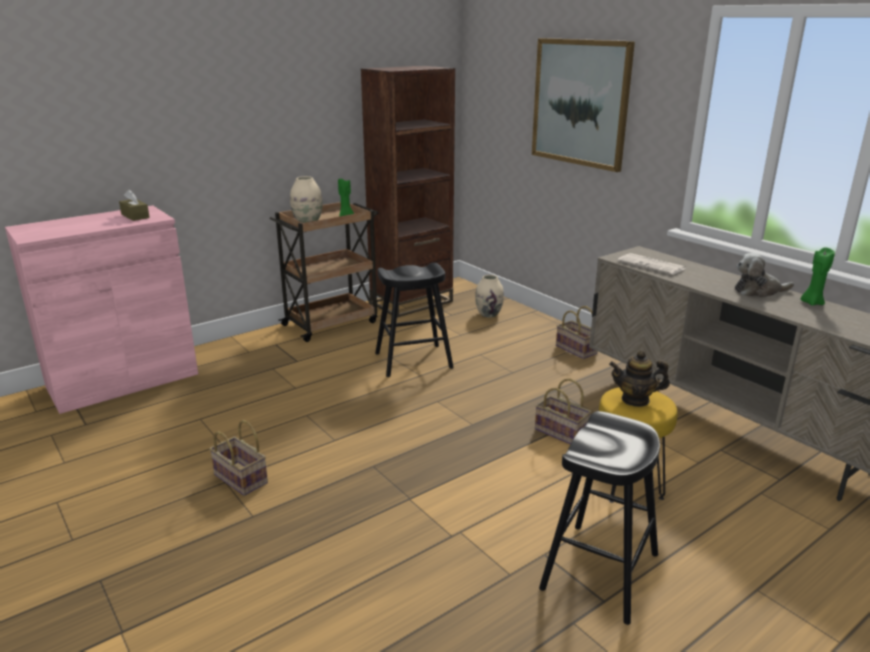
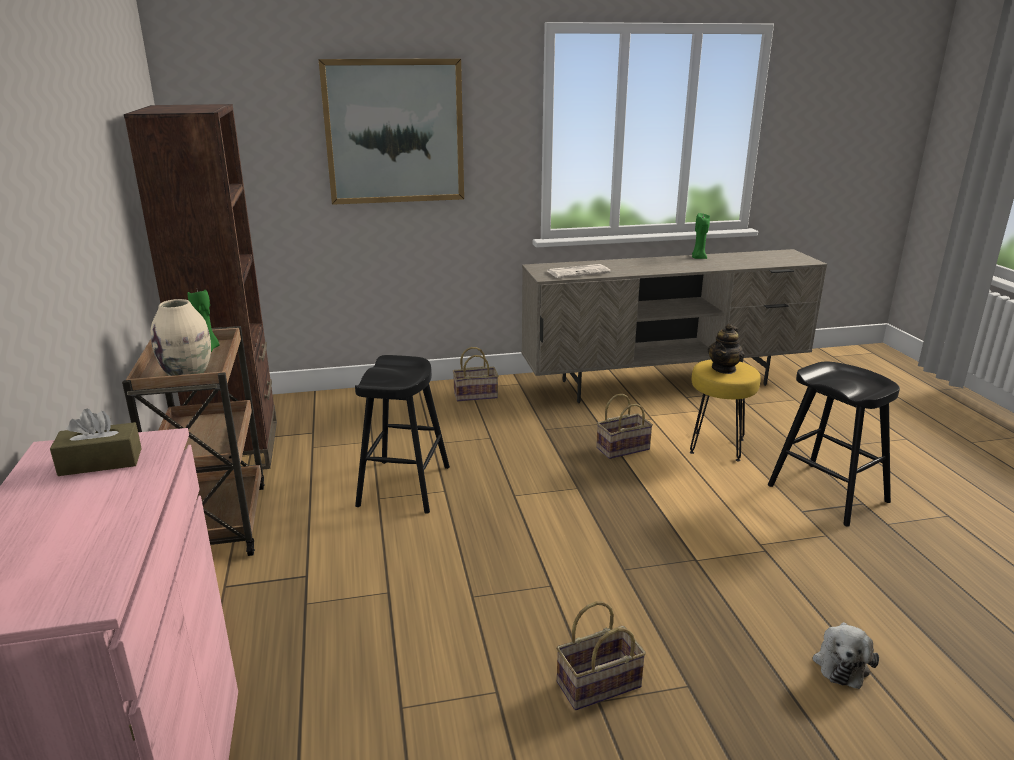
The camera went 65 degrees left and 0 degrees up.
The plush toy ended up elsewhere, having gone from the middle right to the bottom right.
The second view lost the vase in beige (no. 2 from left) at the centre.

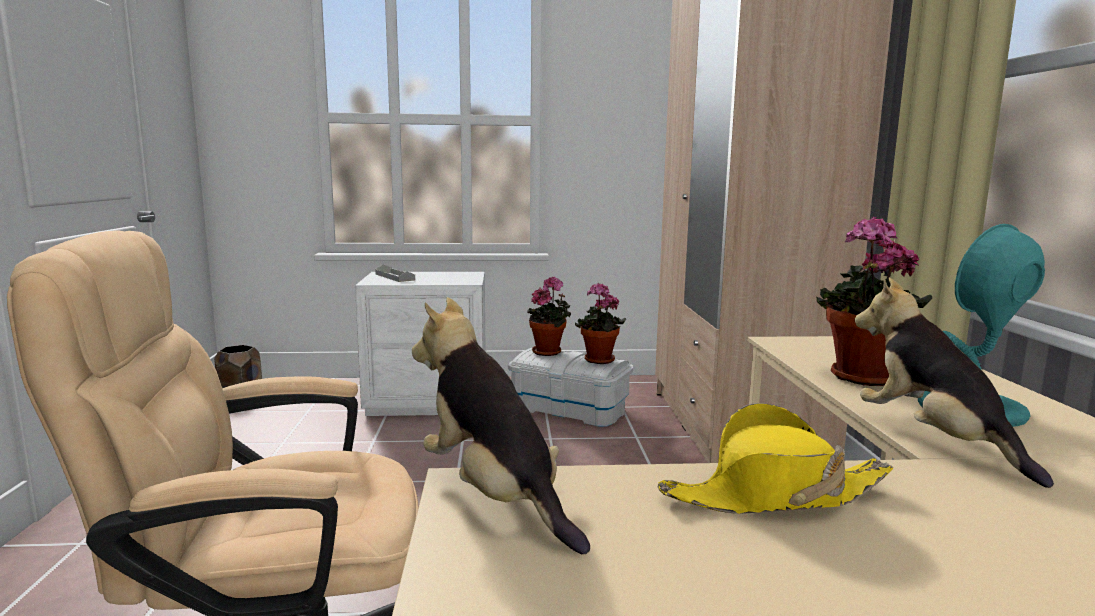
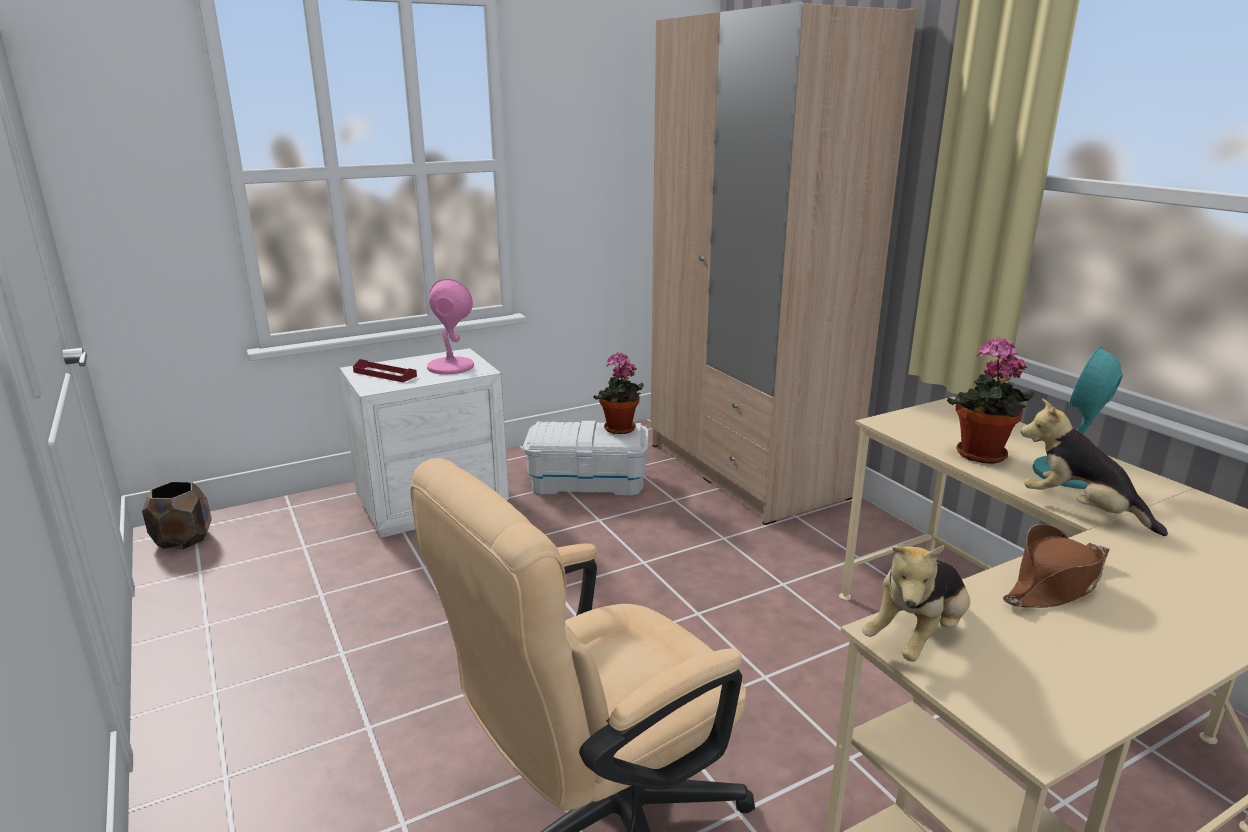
The camera went 25 degrees left and 10 degrees up.
What was the tray in grey at the centre turned into the tray in red at the middle left.
The second view gained the table lamp in pink at the centre.
The plush toy (no. 1 from left) at the bottom centre ended up facing another way, 75 degrees counterclockwise from before.
What was the hat in yellow at the bottom right turned into the hat in brown at the bottom right.
The second view lost the potted plant (no. 1 from left) at the centre.

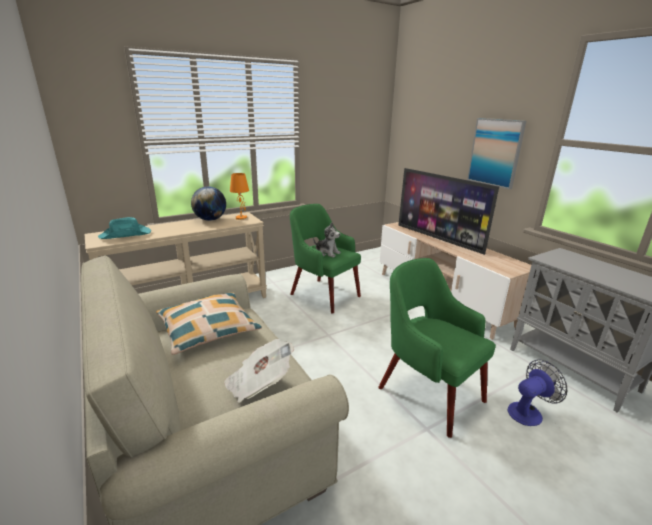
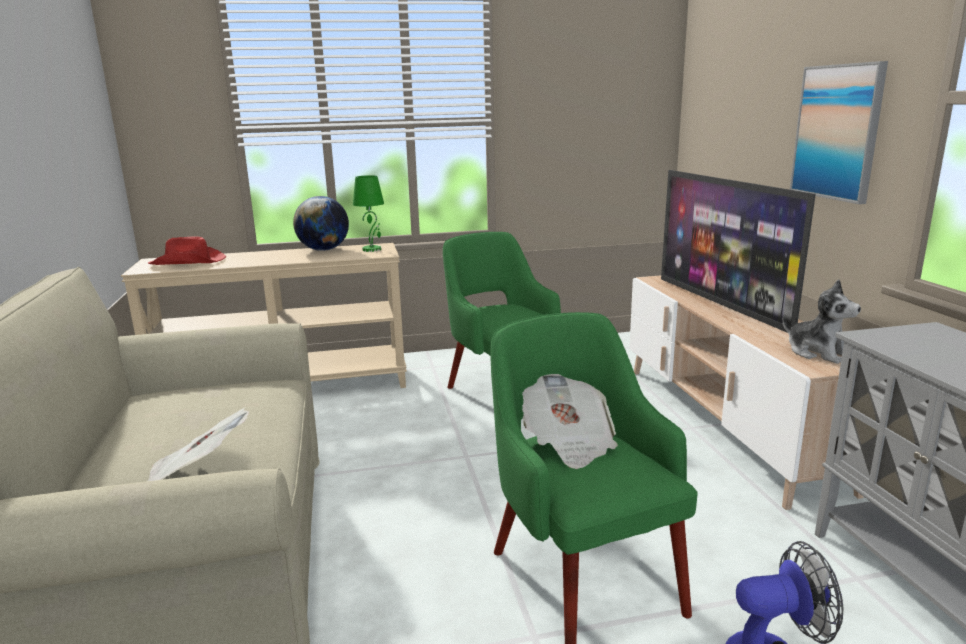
The camera went 20 degrees right and 5 degrees down.
What was the hat in turquoise at the middle left turned into the hat in red at the middle left.
What was the table lamp in orange at the centre turned into the table lamp in green at the top centre.
The second view gained the newspaper (no. 2 from left) at the centre.
The plush toy ended up elsewhere, having gone from the centre to the middle right.
The second view lost the pillow at the middle left.

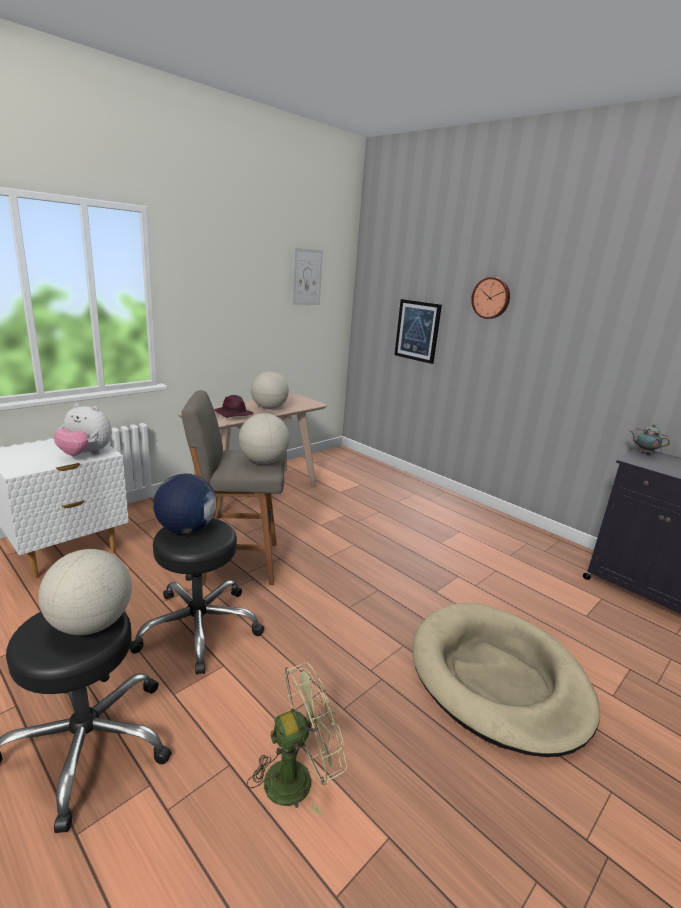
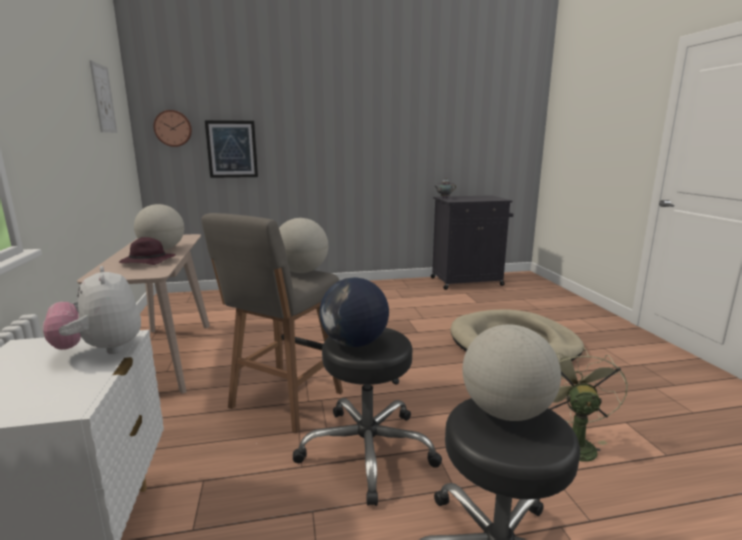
The camera went 55 degrees left and 5 degrees down.
The plush toy at the middle left ended up facing another way, 105 degrees clockwise from before.
The wall clock ended up elsewhere, having gone from the top right to the top left.

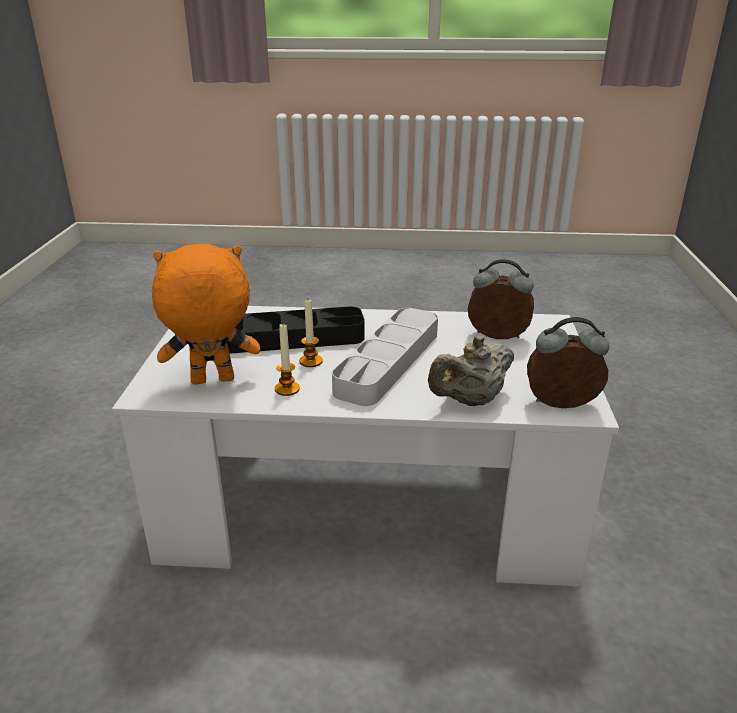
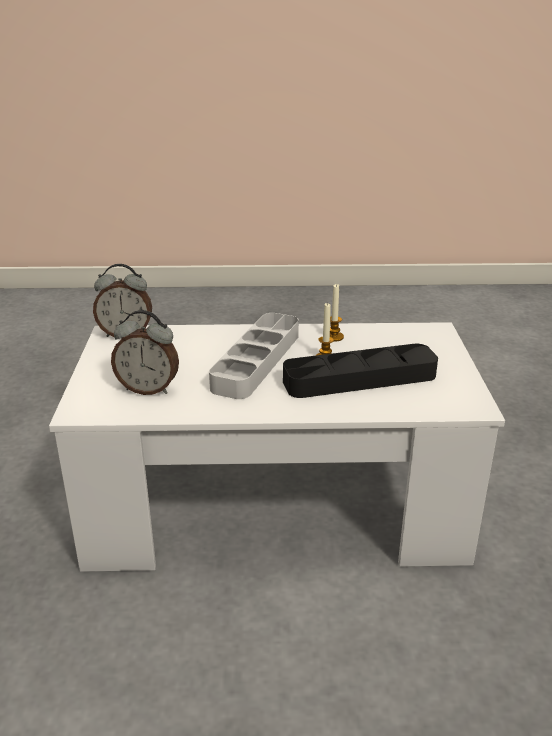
The camera went 175 degrees right and 0 degrees up.
The second view lost the plush toy in orange at the middle left.
The second view lost the teapot in beige at the centre.

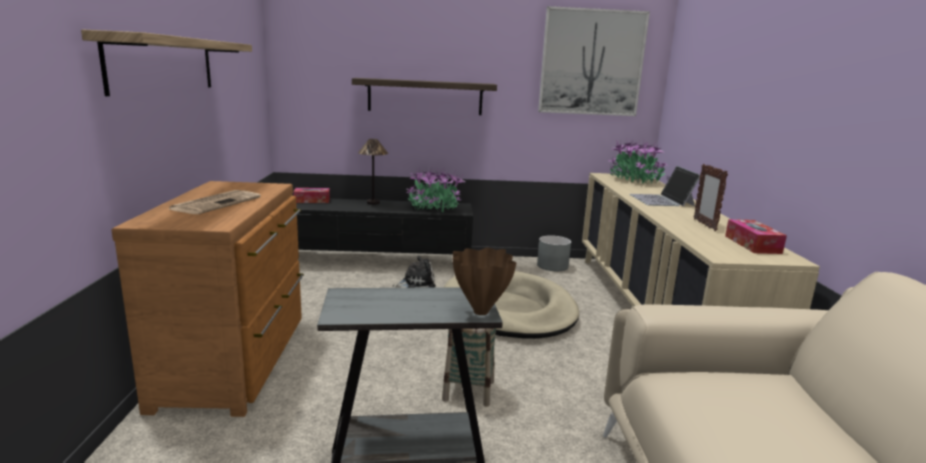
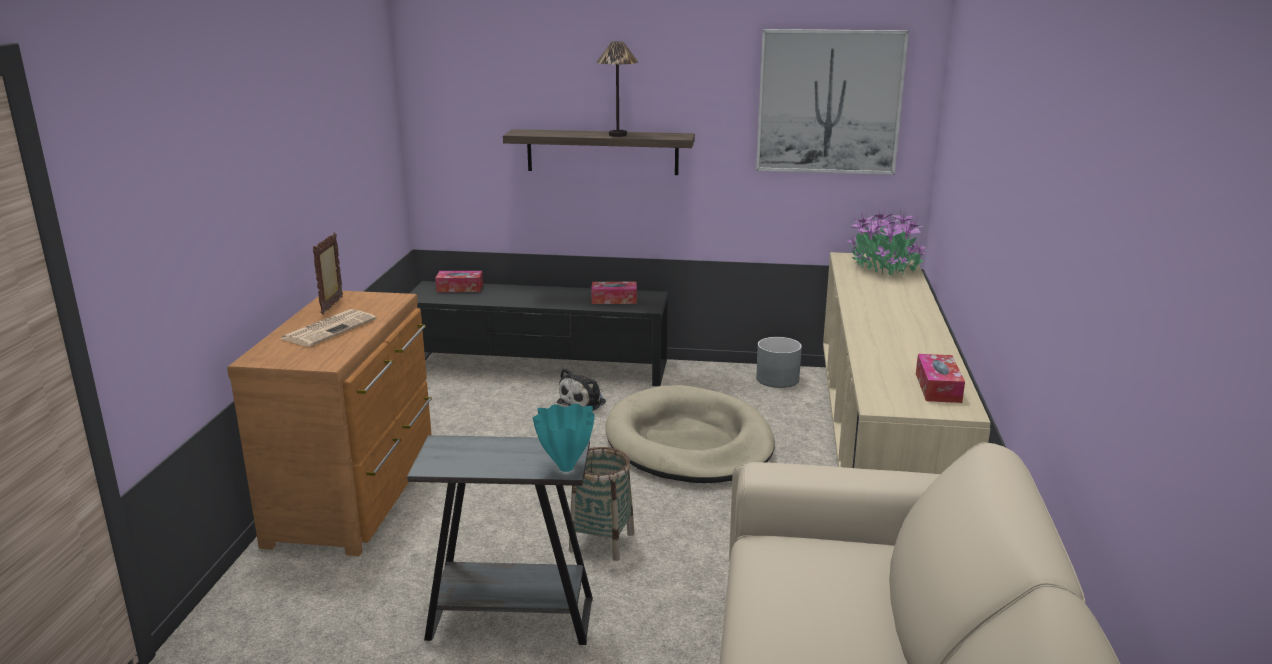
The camera went 10 degrees right and 5 degrees up.
The picture frame ended up elsewhere, having gone from the middle right to the middle left.
What was the vase in brown at the centre turned into the vase in turquoise at the centre.
The plush toy at the centre ended up facing another way, 135 degrees clockwise from before.
Where the potted plant (no. 1 from left) stood at the centre, the tissue box (no. 2 from left) came to stand at the centre.
The table lamp ended up elsewhere, having gone from the centre to the top centre.
The second view lost the shelf (no. 1 from left) at the top left.
The second view lost the laptop at the middle right.

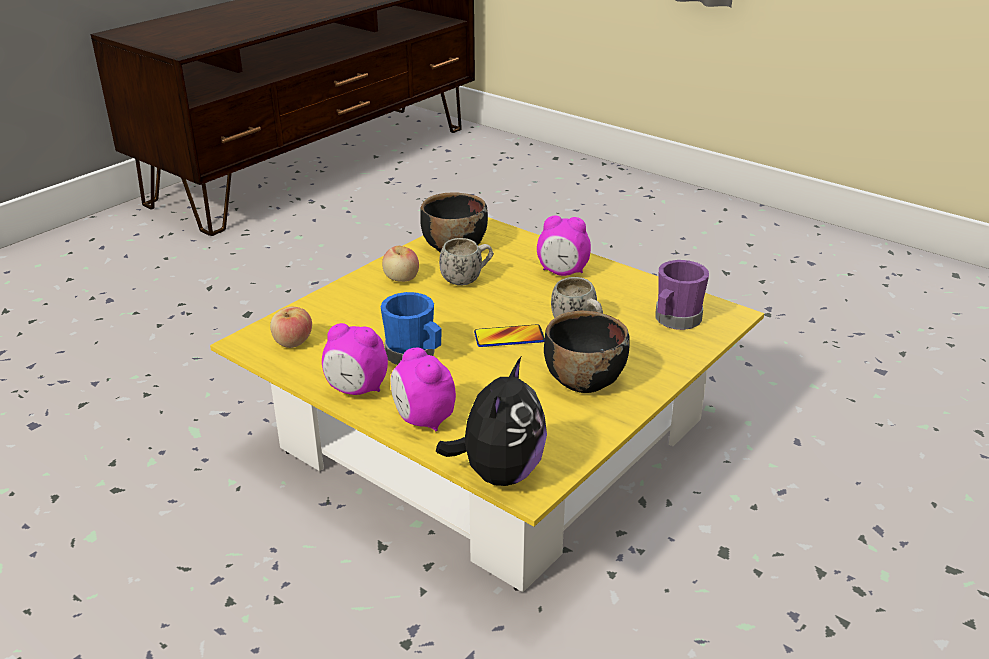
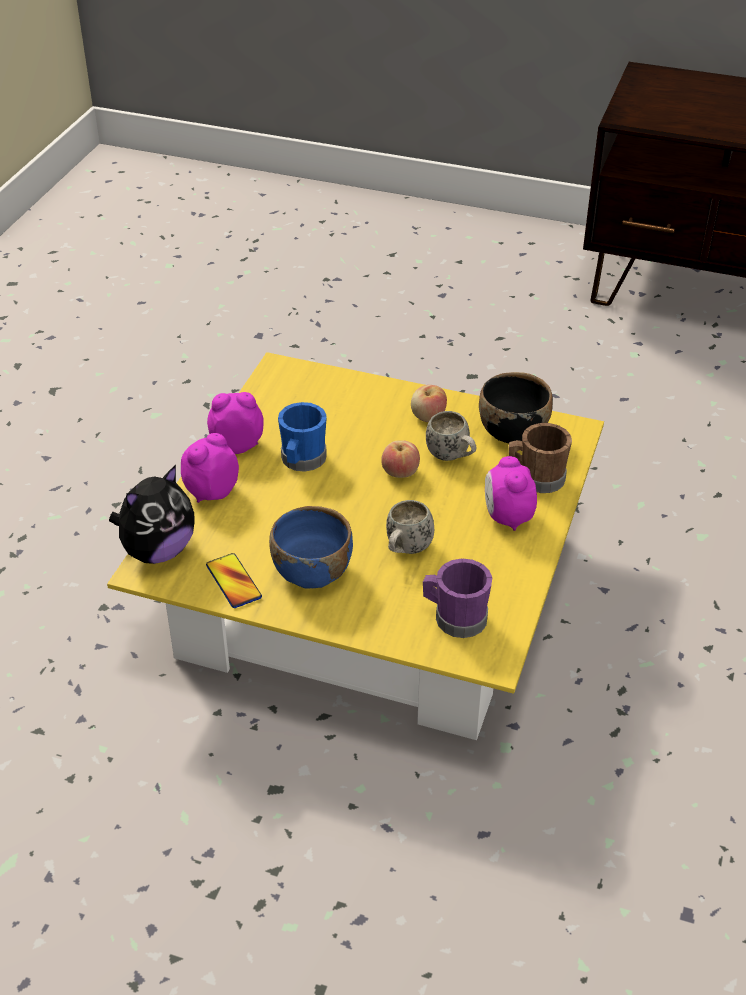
The camera went 70 degrees right and 10 degrees up.
The plush toy at the centre ended up facing another way, 45 degrees counterclockwise from before.
The phone ended up elsewhere, having gone from the centre to the middle left.
The alarm clock (no. 1 from left in the first image) at the centre ended up facing another way, 90 degrees clockwise from before.
What was the bowl in black (no. 2 from left) at the centre turned into the bowl in blue at the centre.
The apple (no. 1 from left) ended up elsewhere, having gone from the middle left to the centre.
The second view gained the mug in brown at the middle right.

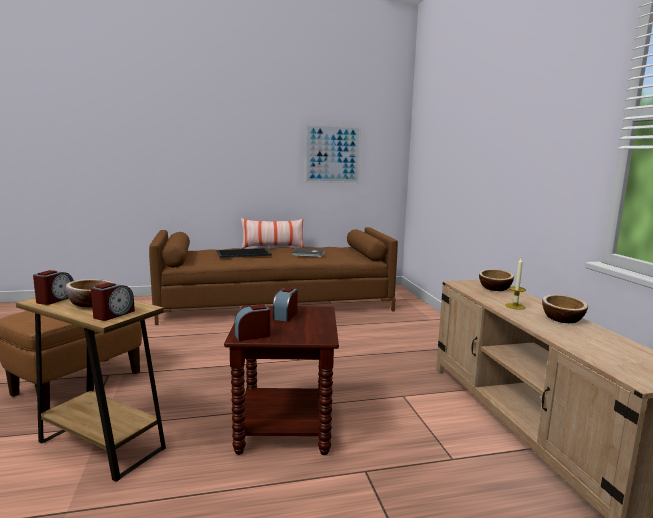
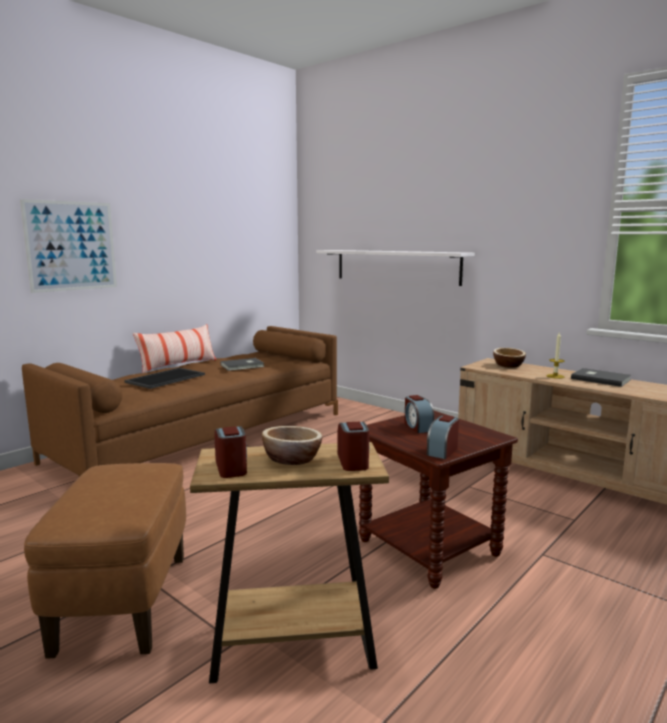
The camera went 35 degrees left and 0 degrees up.
The picture ended up elsewhere, having gone from the top centre to the middle left.
The second view gained the shelf in white at the centre.
Where the bowl (no. 3 from left) stood at the middle right, the book in grey (no. 2 from left) came to stand at the middle right.

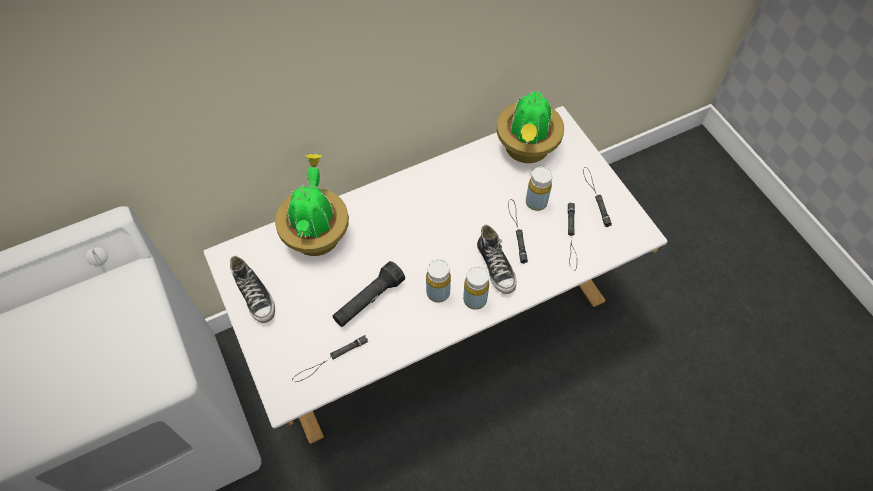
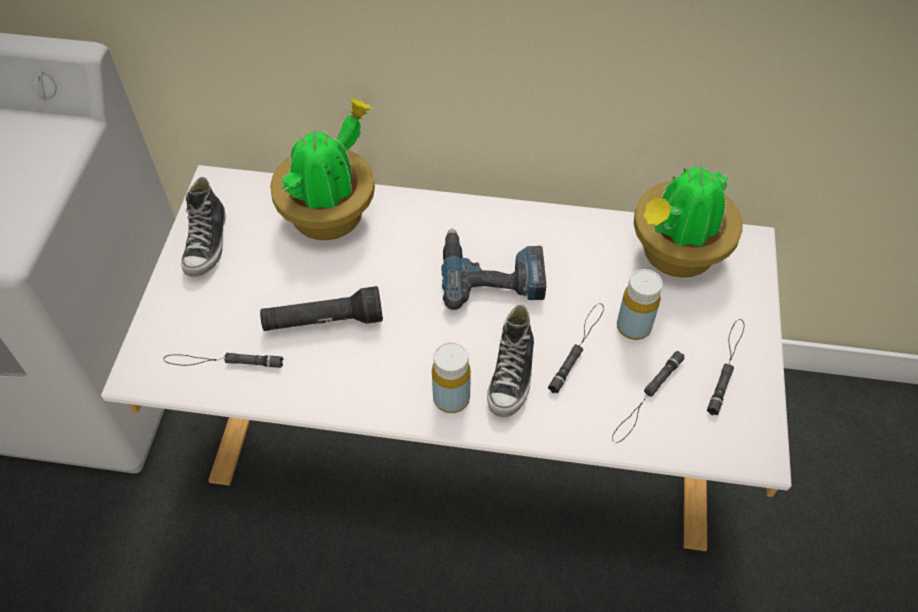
The camera went 35 degrees right and 5 degrees down.
The second view gained the power drill at the centre.
The second view lost the bottle in yellow (no. 1 from left) at the centre.

